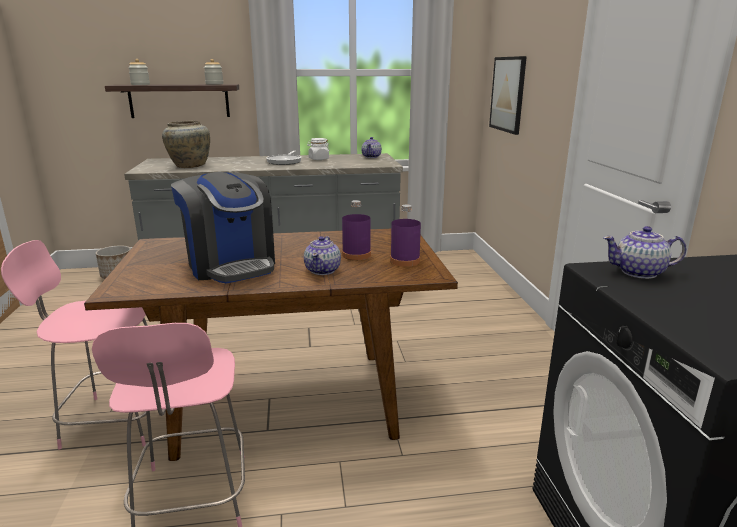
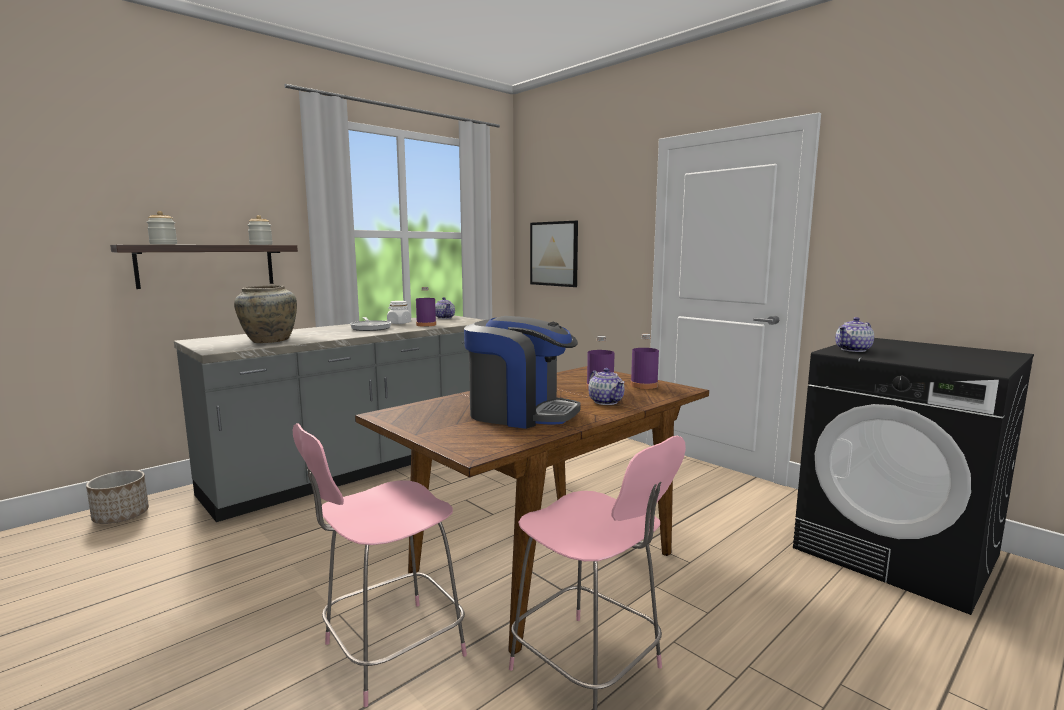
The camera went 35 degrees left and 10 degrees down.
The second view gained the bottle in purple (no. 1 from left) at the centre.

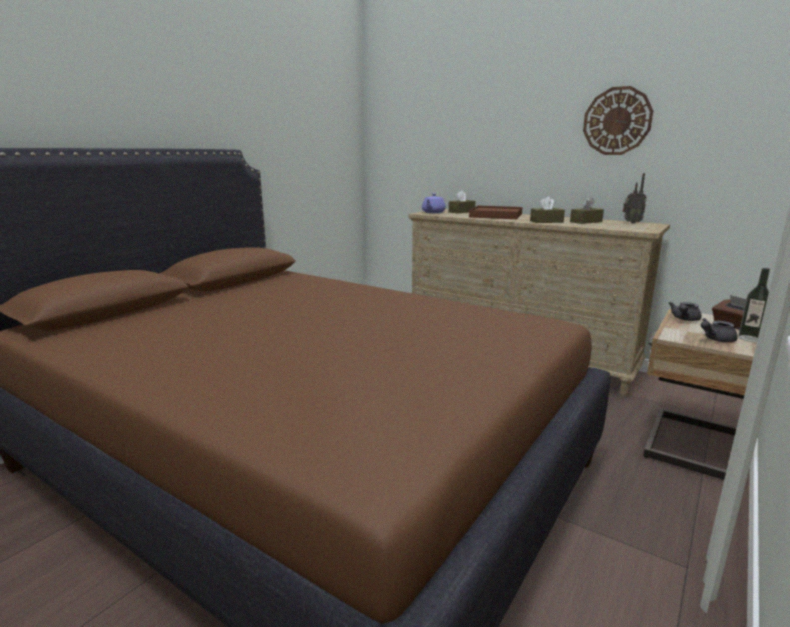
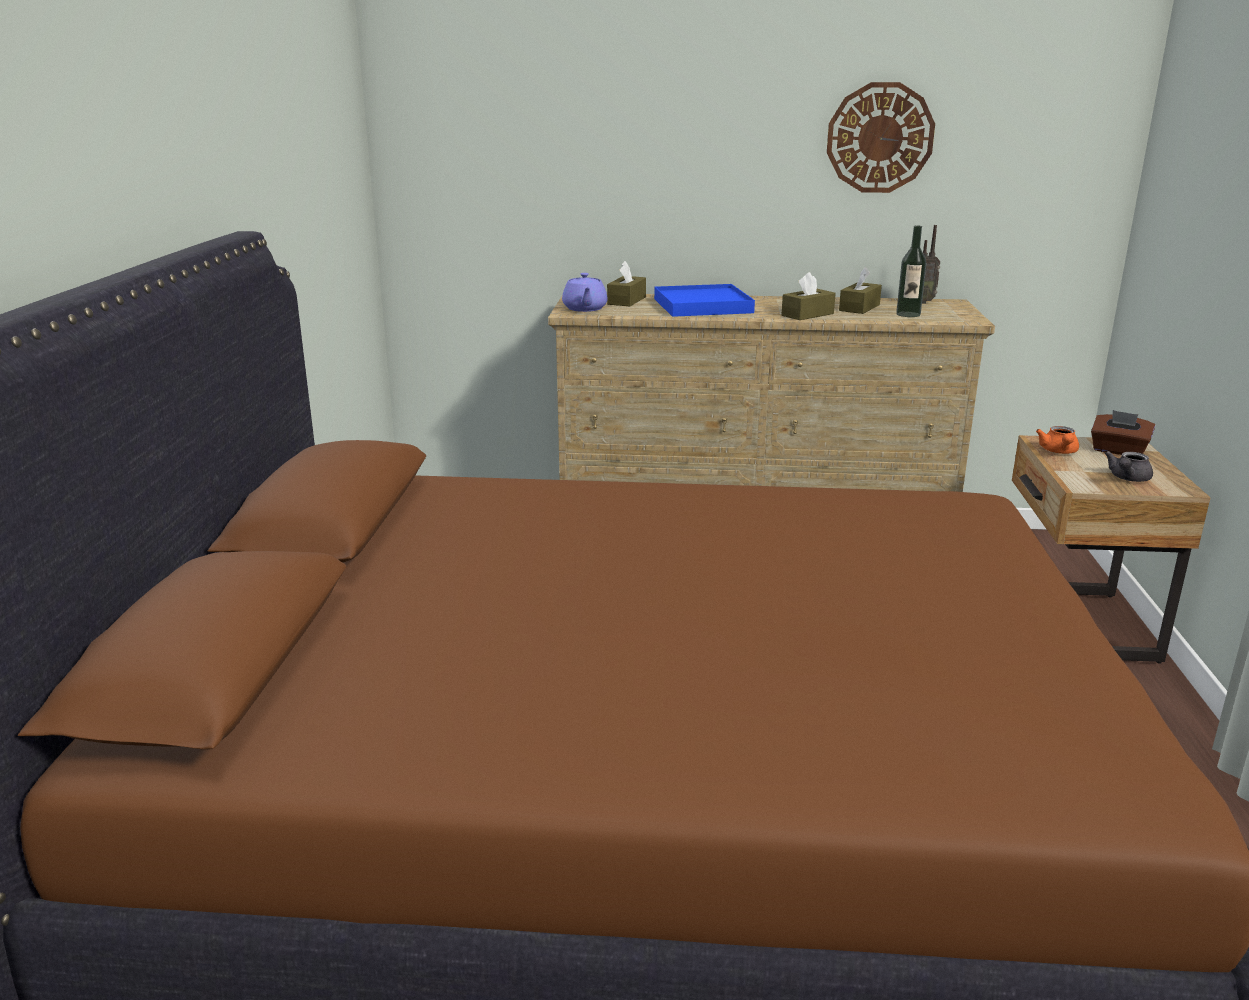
The camera went 30 degrees left and 5 degrees up.
What was the tray in brown at the centre turned into the tray in blue at the top centre.
The bottle ended up elsewhere, having gone from the middle right to the top right.
What was the teapot in grey (no. 1 from left) at the middle right turned into the teapot in orange at the middle right.

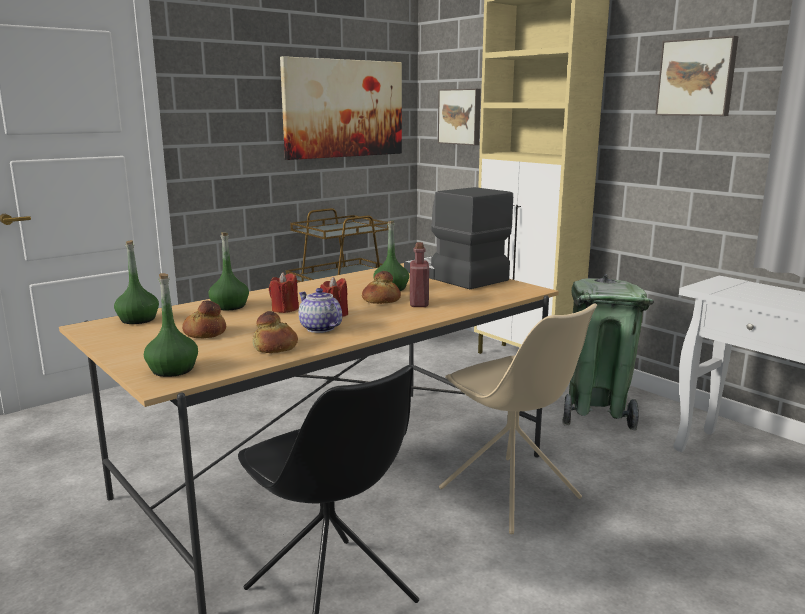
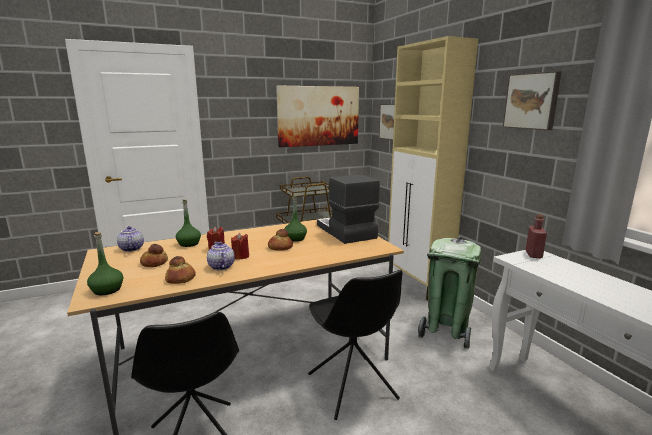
The camera went 15 degrees right and 0 degrees up.
Where the bottle in green (no. 1 from left) stood at the middle left, the teapot (no. 1 from left) came to stand at the middle left.
What was the chair in beige at the bottom centre turned into the chair in black (no. 2 from left) at the bottom centre.
The bottle in red ended up elsewhere, having gone from the centre to the middle right.

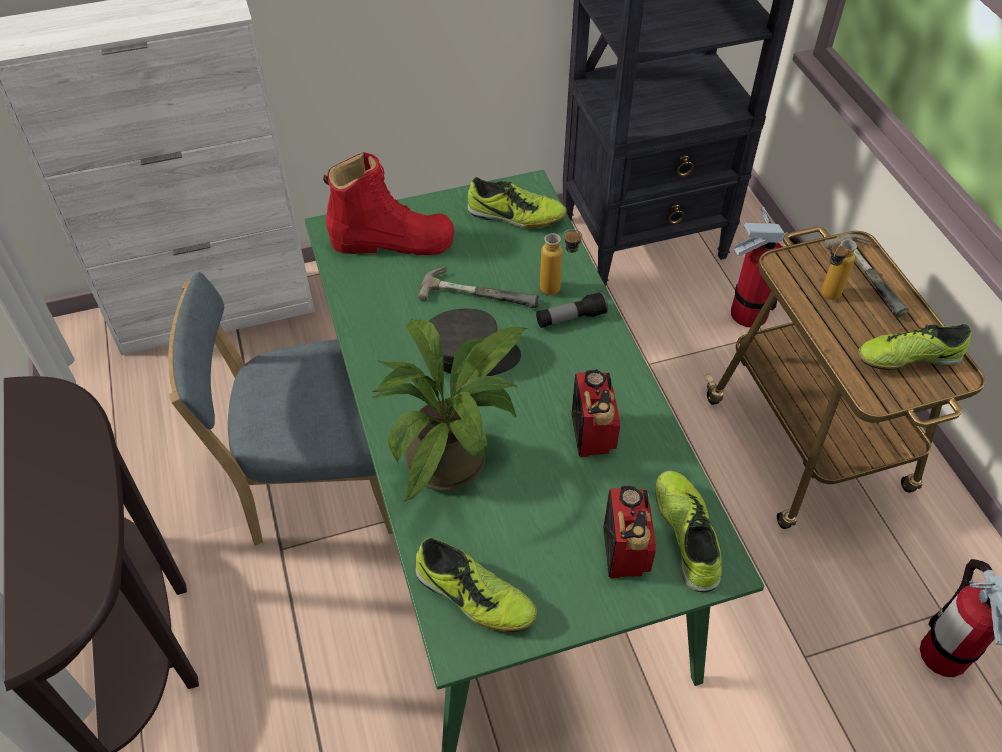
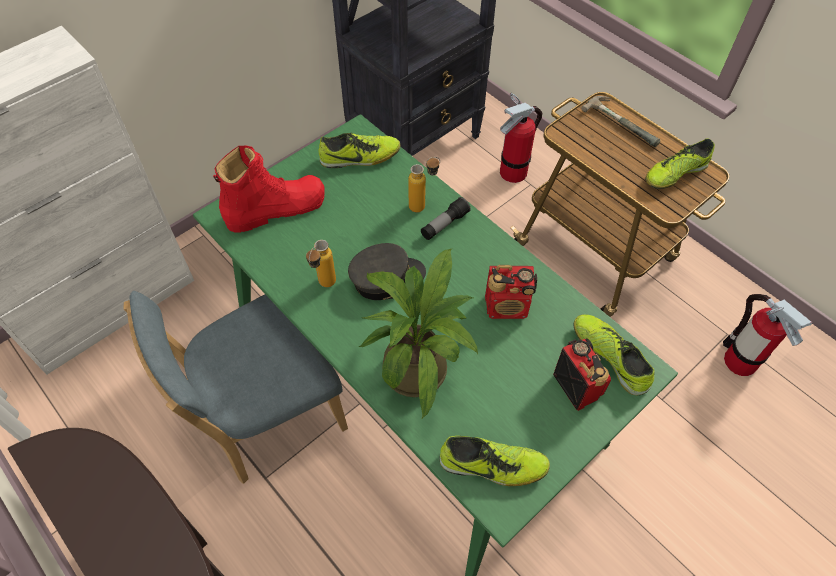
The camera went 25 degrees left and 5 degrees up.
The bottle (no. 2 from left in the first image) ended up elsewhere, having gone from the middle right to the centre.
The radio (no. 1 from left) at the centre ended up facing another way, 120 degrees clockwise from before.
The second view lost the hammer (no. 1 from left) at the centre.

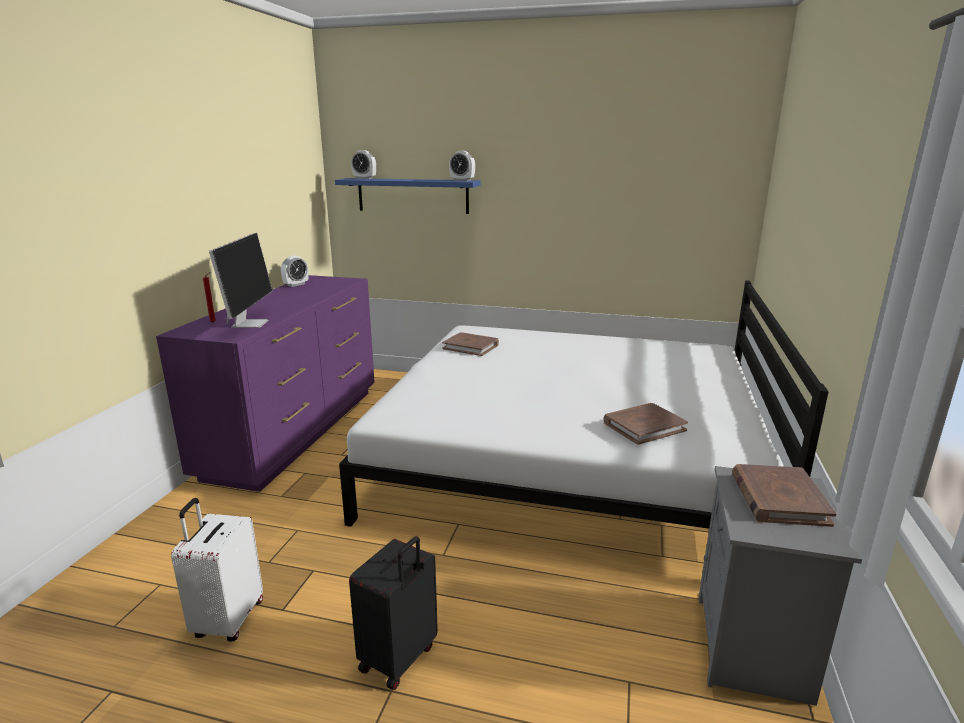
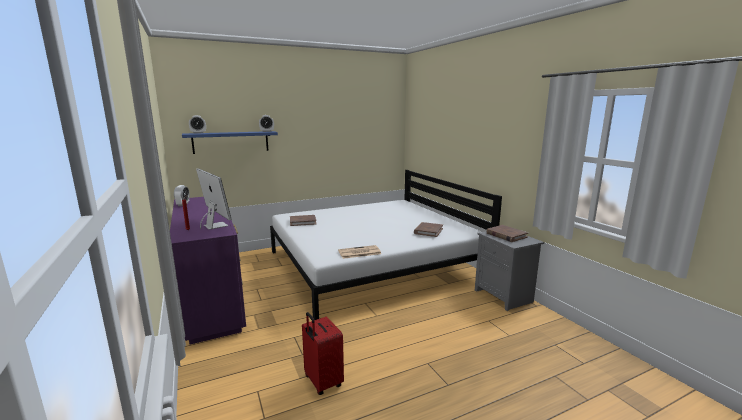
The camera went 40 degrees left and 5 degrees down.
What was the suitcase in white at the bottom left turned into the suitcase in red at the bottom centre.
The second view gained the newspaper at the centre.
The second view lost the suitcase in black at the bottom centre.

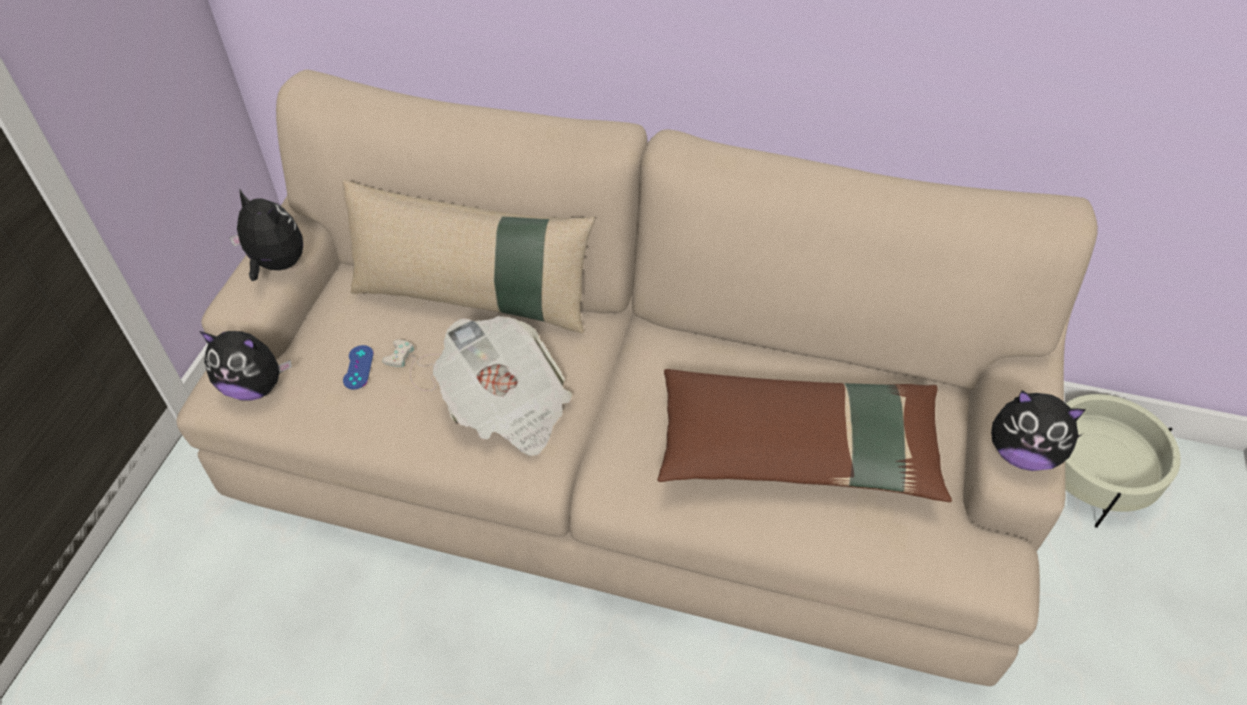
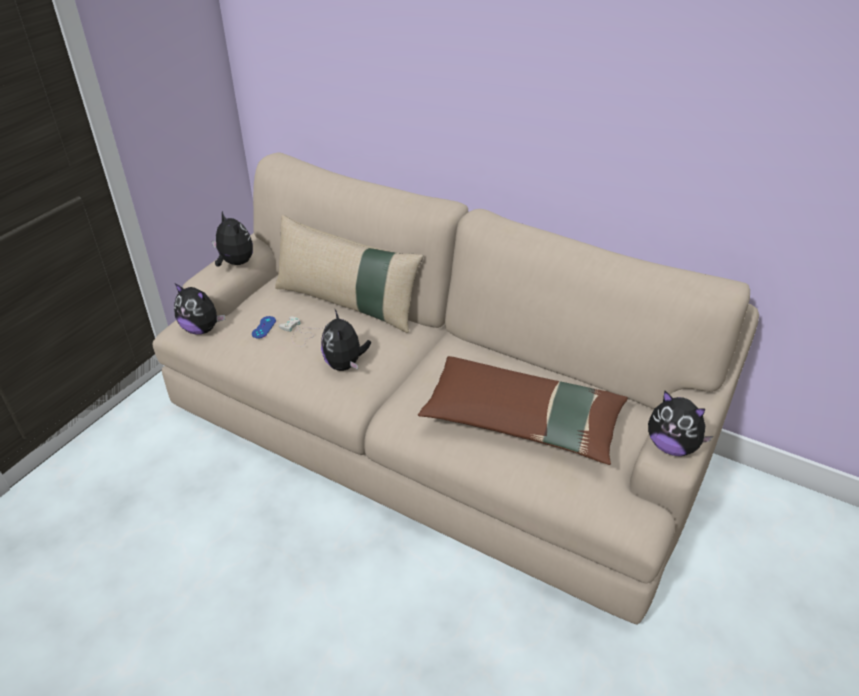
The camera went 15 degrees right and 10 degrees down.
Where the newspaper stood at the centre, the plush toy (no. 3 from left) came to stand at the centre.
The second view lost the planter in beige at the middle right.

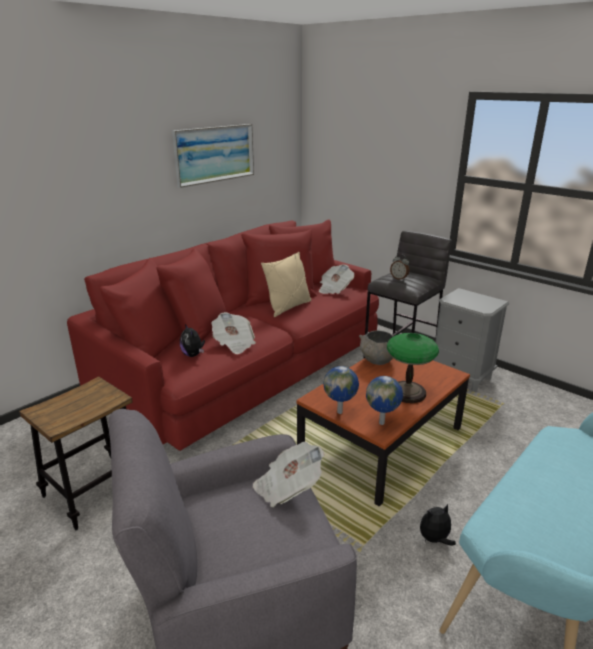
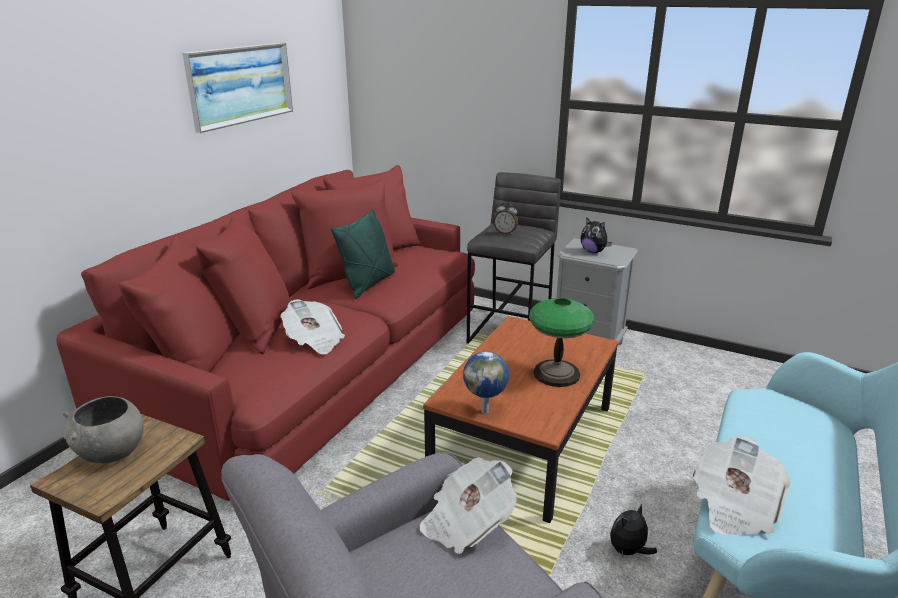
The camera went 15 degrees left and 0 degrees up.
The bowl in grey ended up elsewhere, having gone from the centre to the bottom left.
What was the pillow in beige at the centre turned into the pillow in green at the centre.
The plush toy (no. 1 from left) ended up elsewhere, having gone from the middle left to the centre.
The newspaper (no. 3 from left) ended up elsewhere, having gone from the centre to the bottom right.
The second view lost the globe (no. 2 from left) at the centre.

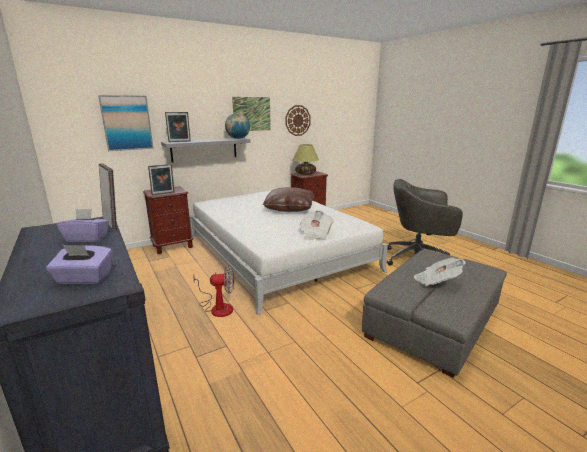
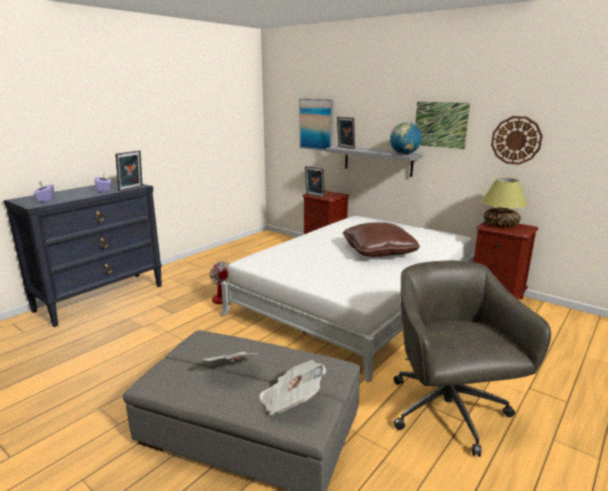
The camera went 70 degrees right and 0 degrees up.
The newspaper (no. 1 from left in the first image) ended up elsewhere, having gone from the centre to the bottom centre.

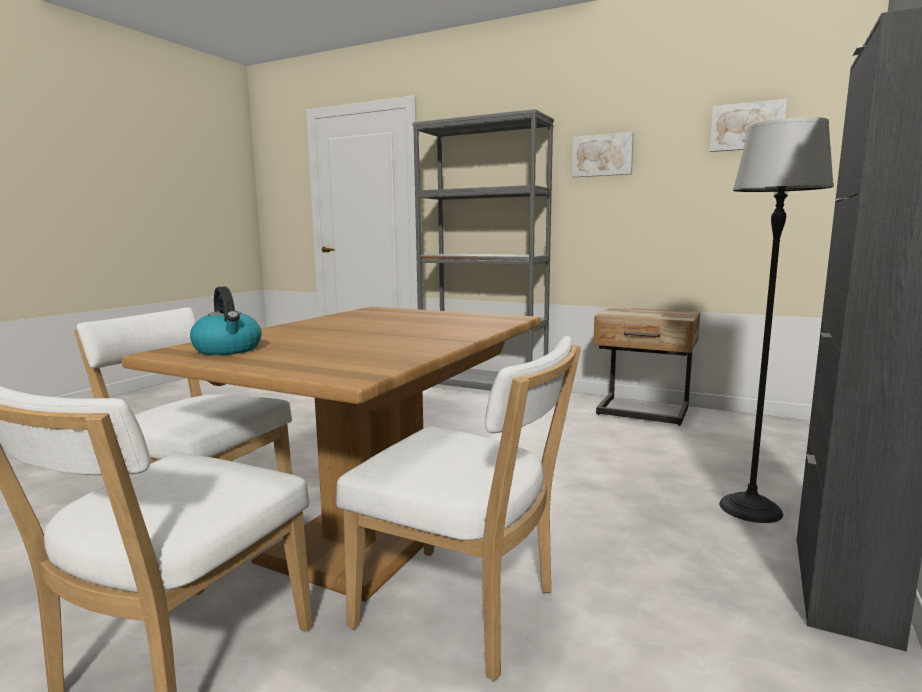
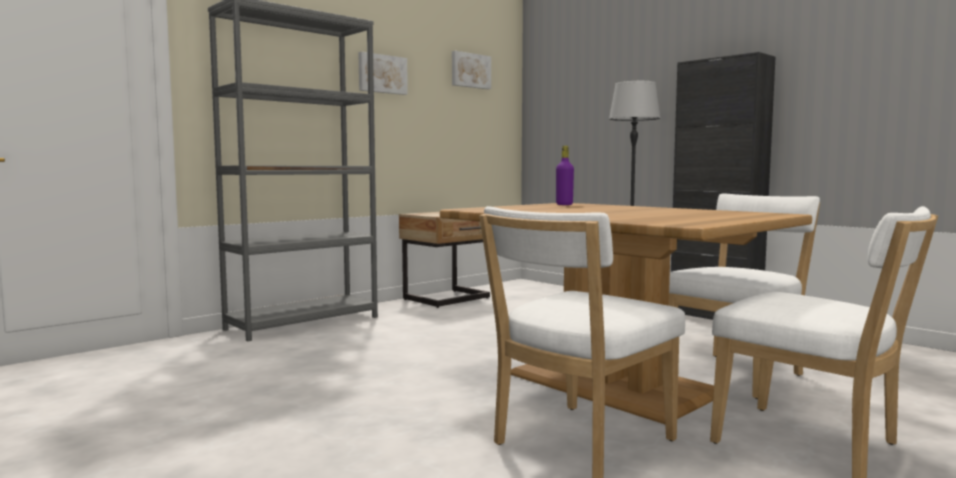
The camera went 70 degrees left and 5 degrees down.
The second view gained the bottle in purple at the centre.
The second view lost the kettle at the middle left.

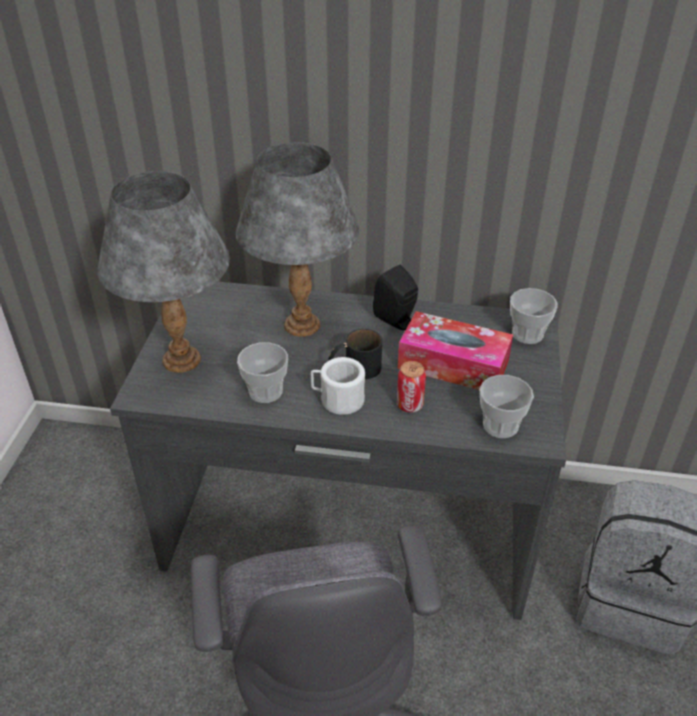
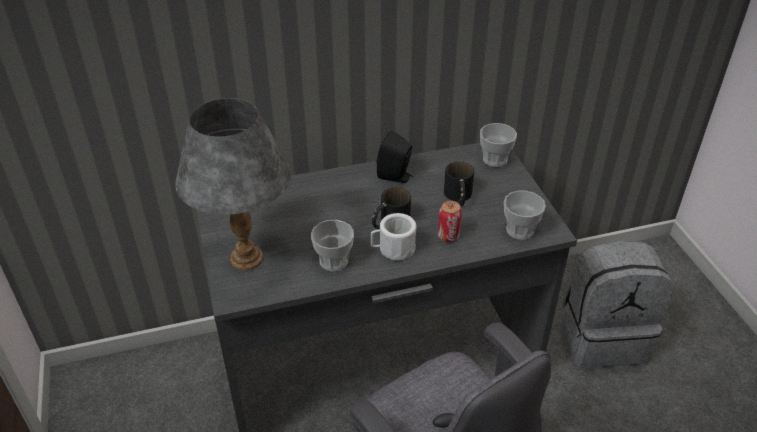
The camera went 25 degrees left and 0 degrees up.
Where the tissue box stood at the centre, the mug in black (no. 2 from left) came to stand at the centre.
The second view lost the table lamp in grey (no. 2 from left) at the centre.

